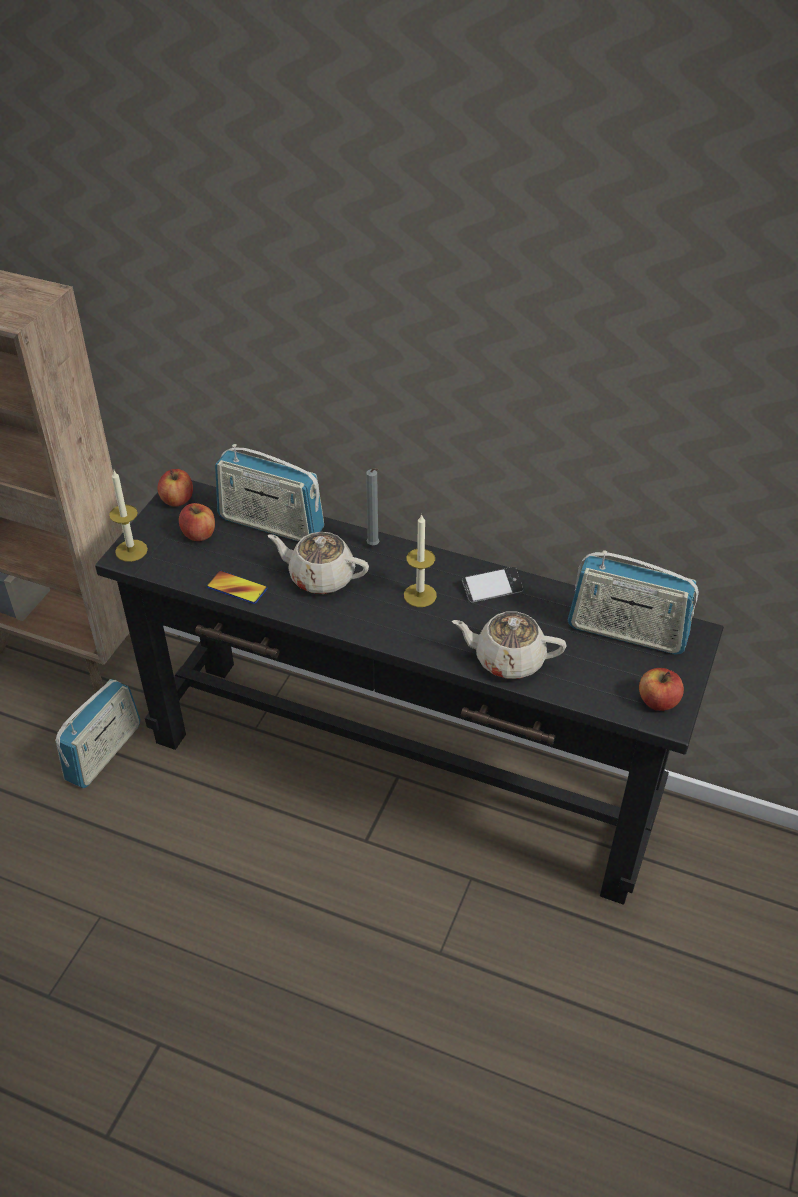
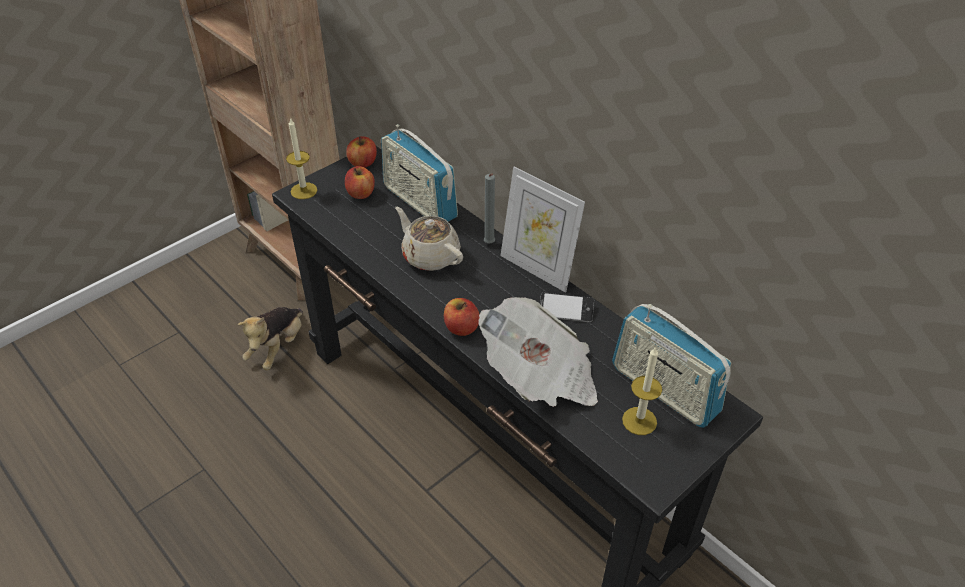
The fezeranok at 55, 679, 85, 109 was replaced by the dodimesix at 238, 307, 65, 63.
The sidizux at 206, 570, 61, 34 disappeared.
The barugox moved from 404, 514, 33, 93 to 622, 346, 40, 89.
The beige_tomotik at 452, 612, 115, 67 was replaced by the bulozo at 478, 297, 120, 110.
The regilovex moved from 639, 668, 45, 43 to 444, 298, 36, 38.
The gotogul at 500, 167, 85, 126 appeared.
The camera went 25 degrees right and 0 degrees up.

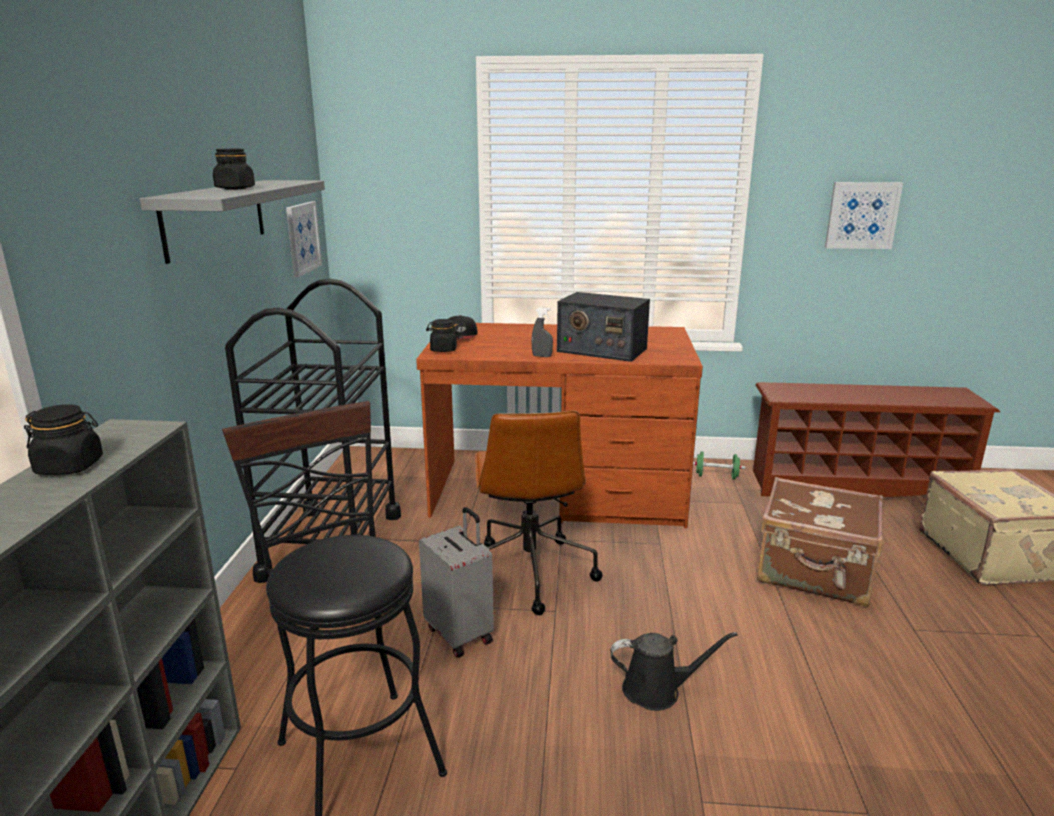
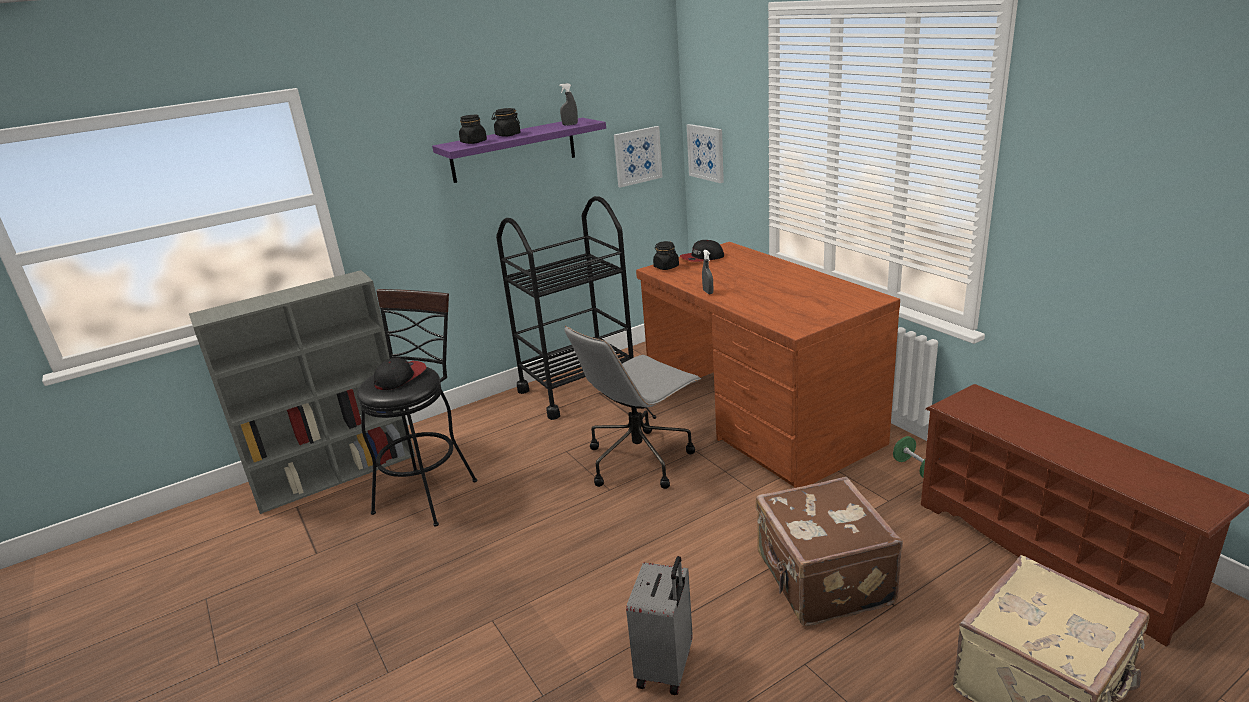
The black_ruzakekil moved from 24, 404, 79, 71 to 459, 115, 28, 29.
The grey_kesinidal at 140, 180, 185, 84 became the purple_kesinidal at 432, 118, 174, 65.
The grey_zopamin moved from 419, 507, 75, 151 to 626, 556, 67, 139.
The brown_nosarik at 475, 411, 128, 204 became the grey_nosarik at 564, 326, 137, 163.
The fezeranok at 557, 292, 93, 70 disappeared.
The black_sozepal at 610, 632, 128, 79 disappeared.
The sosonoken moved from 825, 182, 78, 67 to 687, 124, 37, 59.
The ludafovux at 374, 358, 52, 32 appeared.
The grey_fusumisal at 559, 83, 19, 43 appeared.
The camera went 55 degrees right and 5 degrees up.

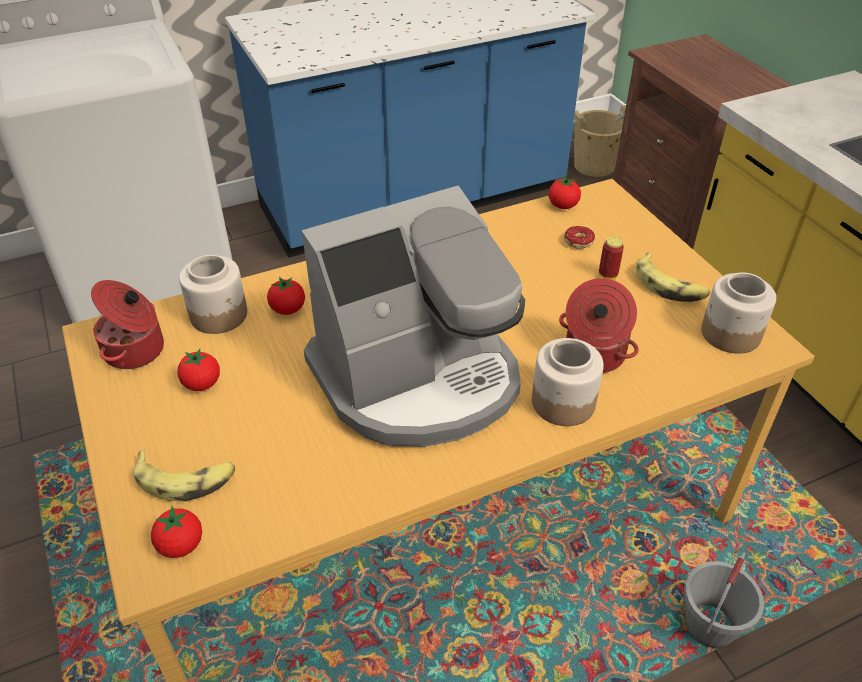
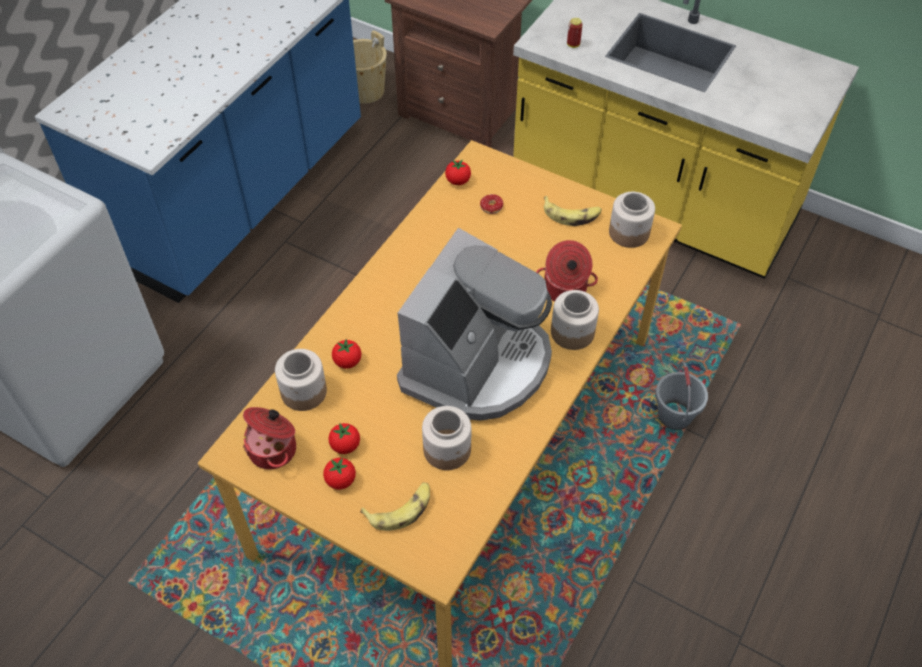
The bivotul moved from 151, 506, 51, 52 to 323, 458, 33, 31.
The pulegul moved from 599, 237, 25, 43 to 567, 18, 16, 30.
The ruzakekil at 422, 406, 49, 64 appeared.
The camera went 35 degrees left and 10 degrees up.

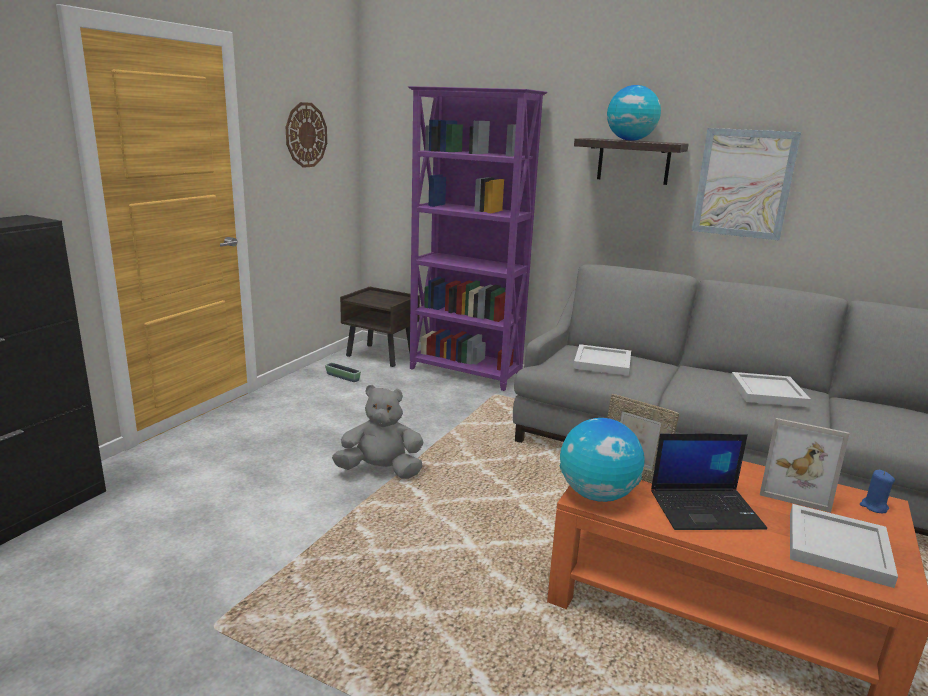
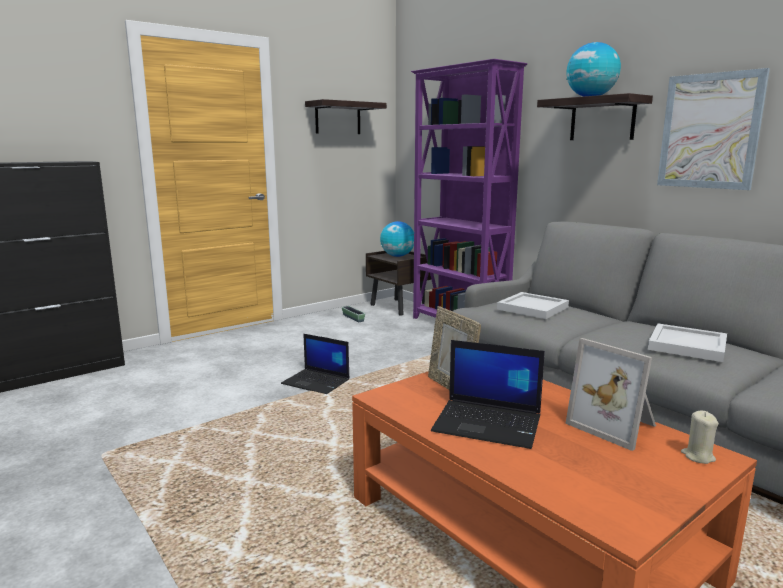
The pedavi at 286, 102, 41, 66 was replaced by the kesinidal at 305, 99, 82, 35.
The grey_dodimesix at 332, 385, 91, 94 was replaced by the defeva at 281, 334, 68, 60.
The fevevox moved from 560, 418, 85, 84 to 380, 221, 34, 36.
The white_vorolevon at 790, 504, 108, 84 disappeared.
The blue_barugox at 860, 470, 35, 43 became the beige_barugox at 681, 411, 38, 53.
The camera went 25 degrees right and 5 degrees down.

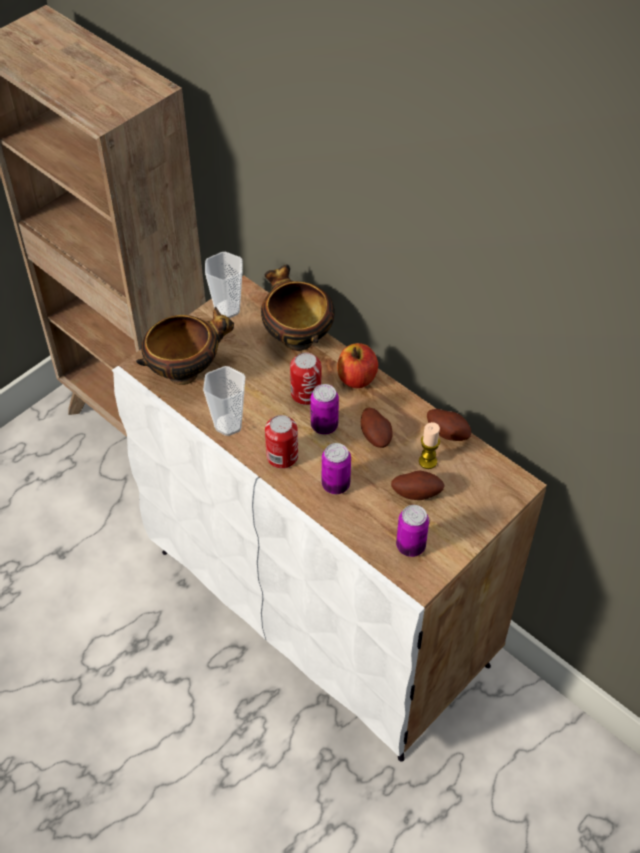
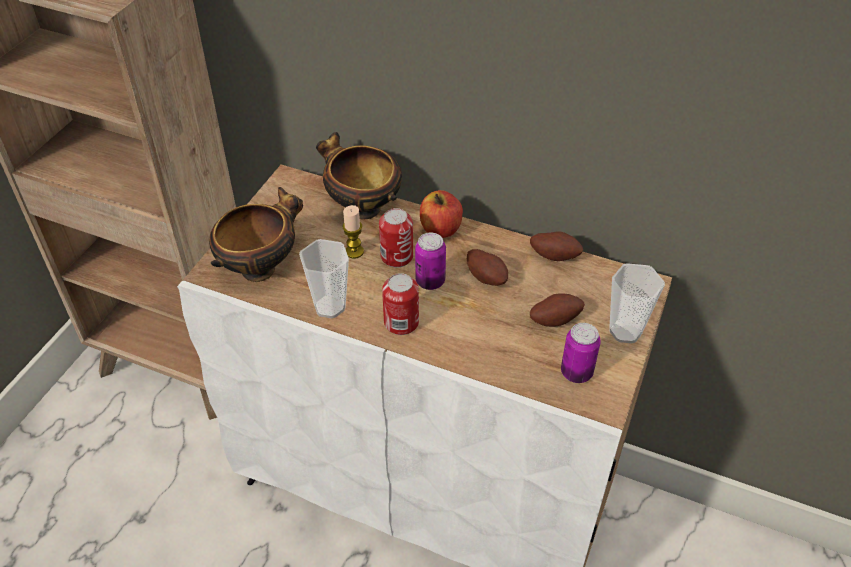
The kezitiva moved from 205, 252, 38, 66 to 609, 263, 56, 80.
The pulegul at 322, 443, 29, 51 disappeared.
The barugox moved from 419, 422, 21, 47 to 343, 205, 21, 54.
The camera went 20 degrees left and 5 degrees down.

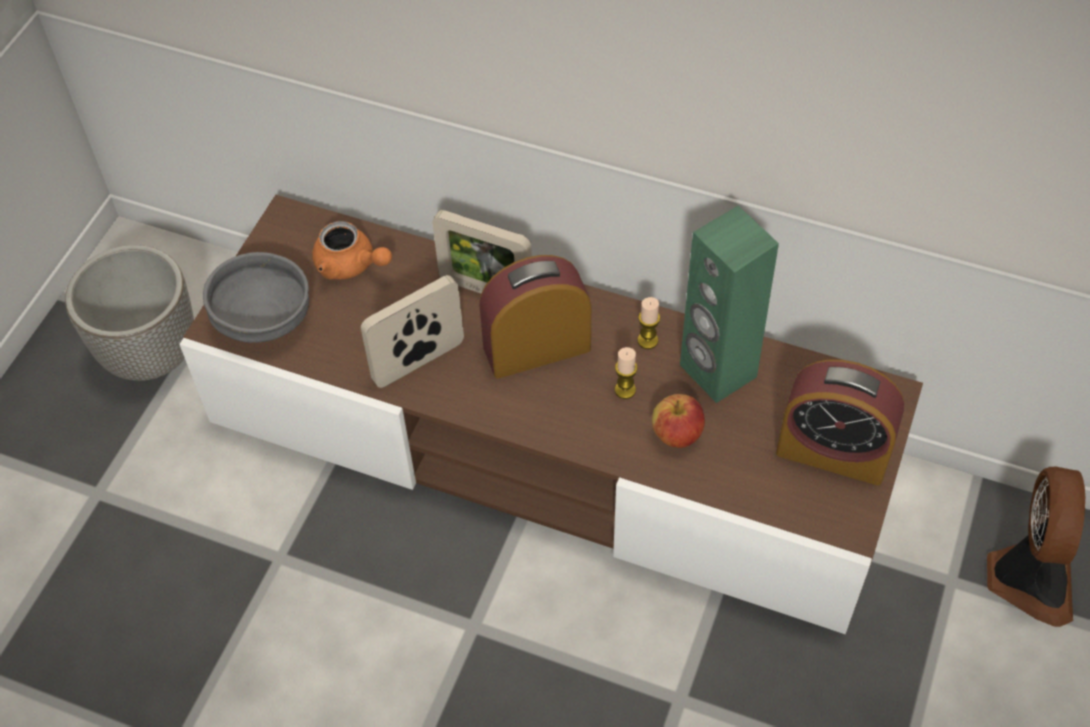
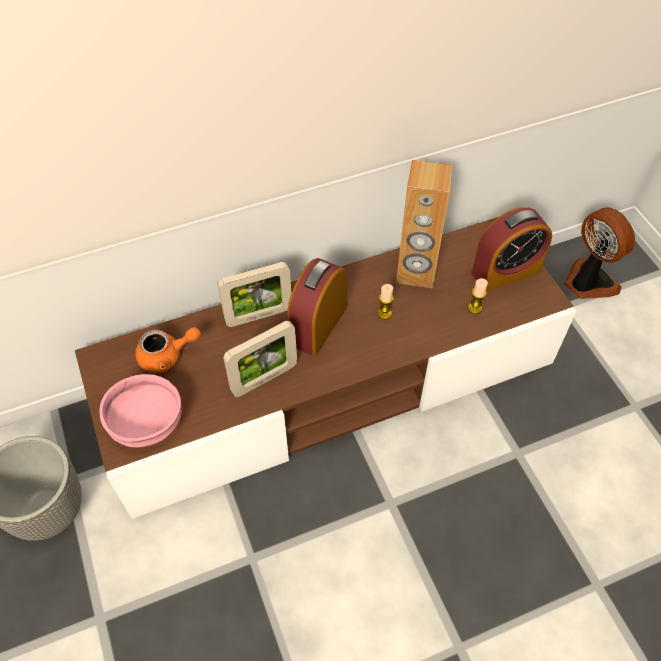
The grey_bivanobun at 203, 252, 106, 91 became the pink_bivanobun at 99, 374, 83, 74.
The gotogul at 361, 275, 103, 113 turned 135 degrees counterclockwise.
The barugox moved from 637, 297, 23, 52 to 468, 278, 20, 36.
The regilovex at 652, 394, 53, 54 disappeared.
The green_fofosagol at 680, 206, 99, 197 became the brown_fofosagol at 396, 160, 56, 128.
The camera went 45 degrees left and 0 degrees up.

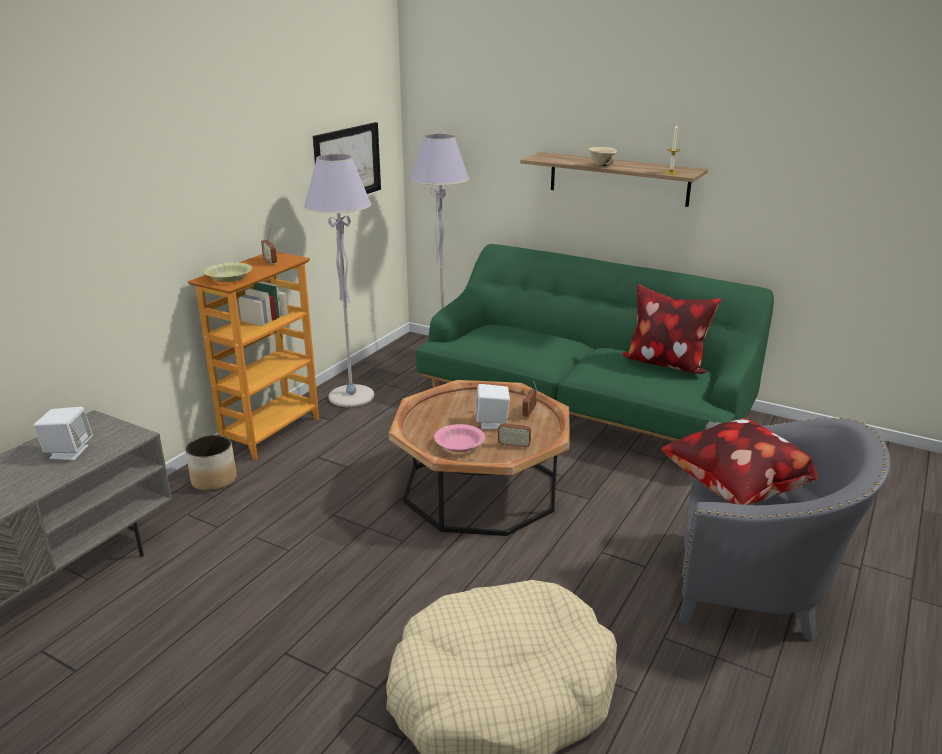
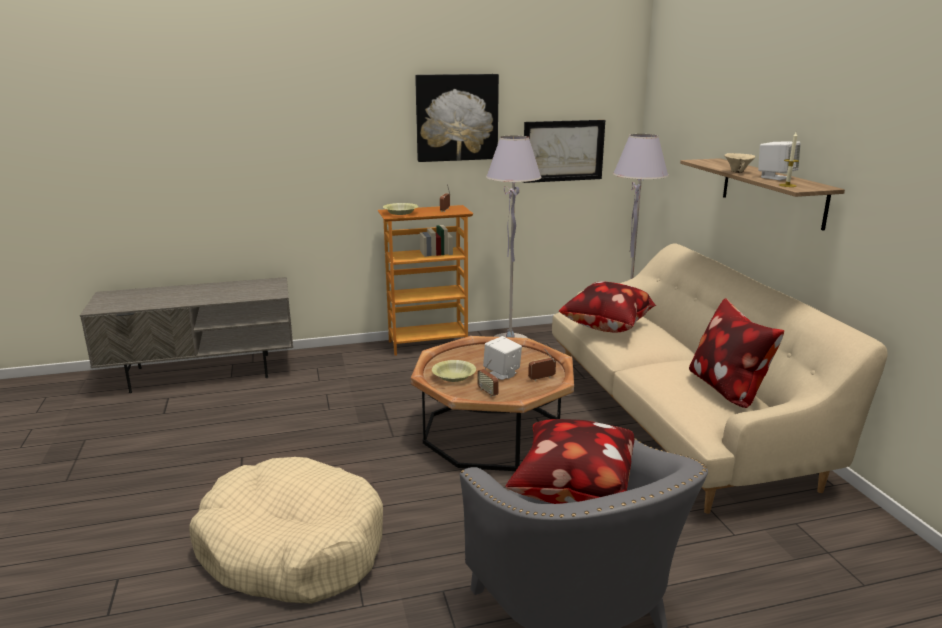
The white_fofosagol moved from 34, 407, 59, 53 to 758, 141, 43, 39.
The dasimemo at 186, 435, 51, 56 disappeared.
The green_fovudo at 416, 244, 358, 197 became the beige_fovudo at 552, 244, 336, 270.
The pink_bivanobun at 434, 424, 51, 28 became the yellow_bivanobun at 432, 360, 44, 22.
The sosonoken at 415, 74, 84, 88 appeared.
The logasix at 559, 281, 97, 51 appeared.
The camera went 45 degrees right and 5 degrees down.

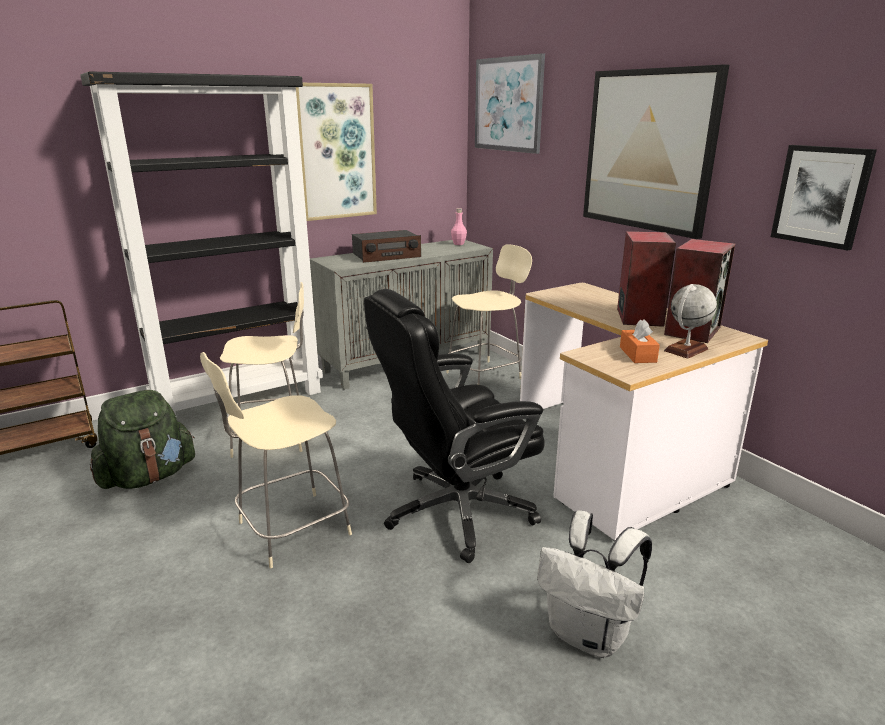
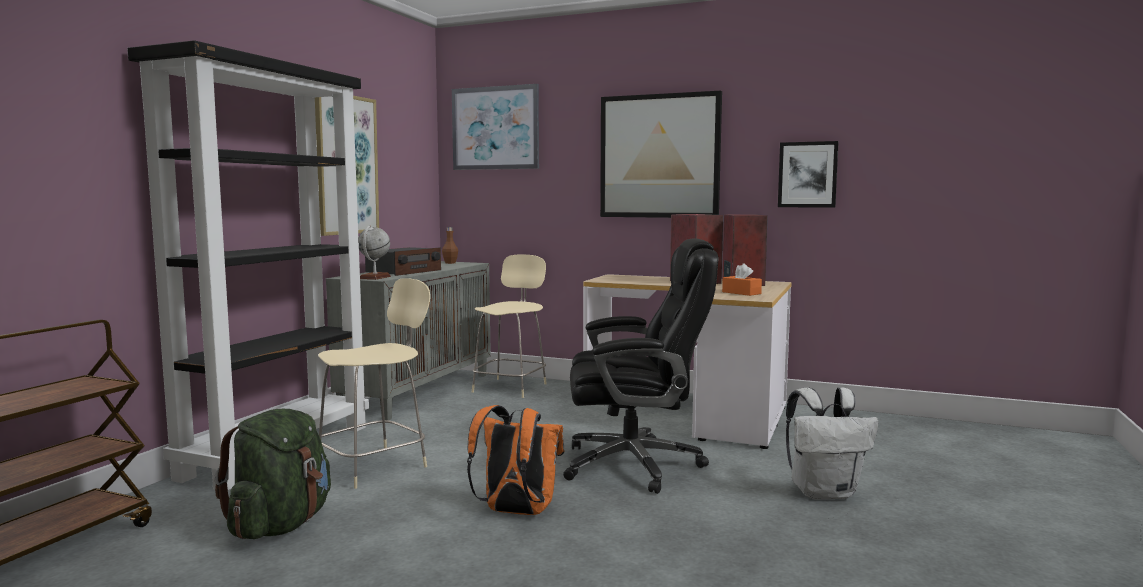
The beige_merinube at 200, 352, 152, 217 was replaced by the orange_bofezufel at 467, 405, 97, 110.
The black_nosarik at 364, 289, 181, 274 turned 120 degrees counterclockwise.
The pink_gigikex at 451, 208, 16, 37 became the brown_gigikex at 442, 227, 16, 37.
The fevevox moved from 664, 284, 53, 75 to 358, 225, 33, 55.
The camera went 35 degrees left and 15 degrees down.

